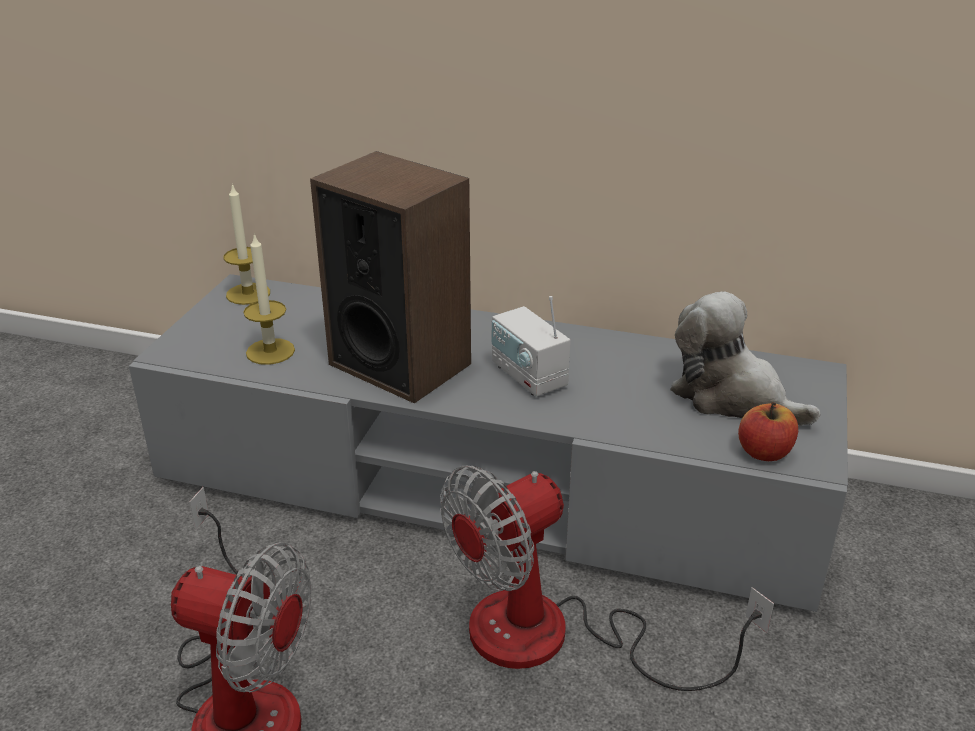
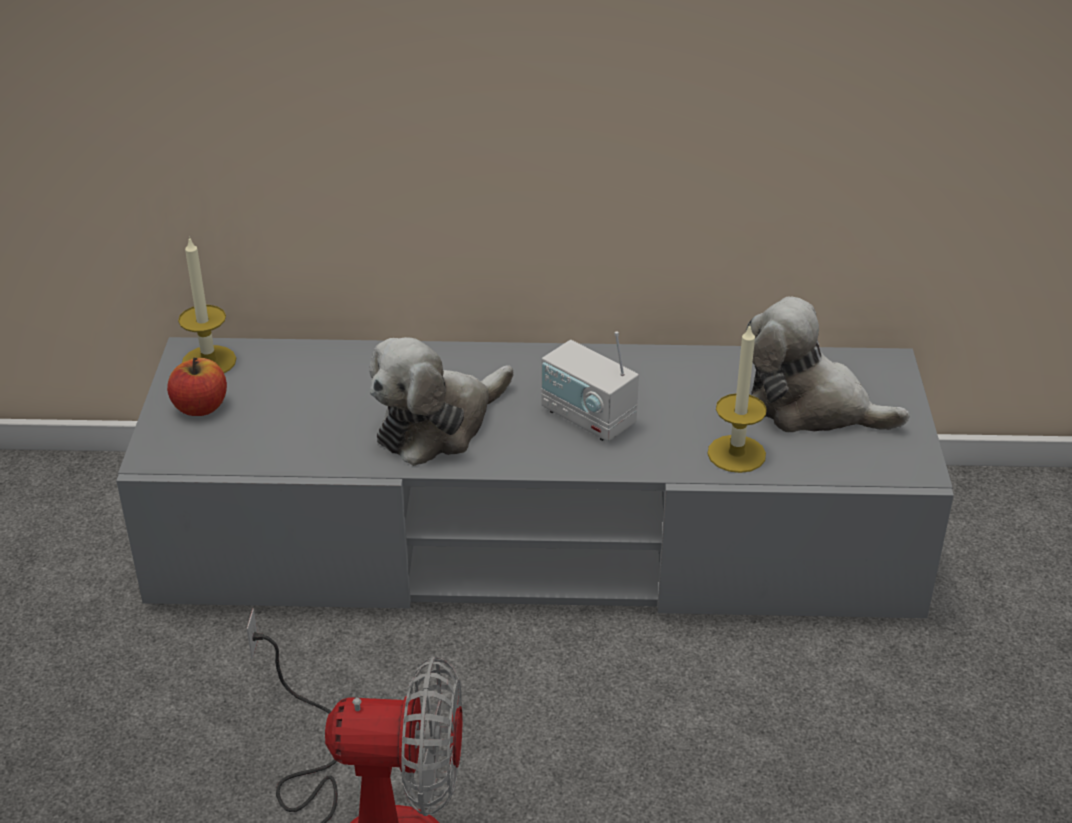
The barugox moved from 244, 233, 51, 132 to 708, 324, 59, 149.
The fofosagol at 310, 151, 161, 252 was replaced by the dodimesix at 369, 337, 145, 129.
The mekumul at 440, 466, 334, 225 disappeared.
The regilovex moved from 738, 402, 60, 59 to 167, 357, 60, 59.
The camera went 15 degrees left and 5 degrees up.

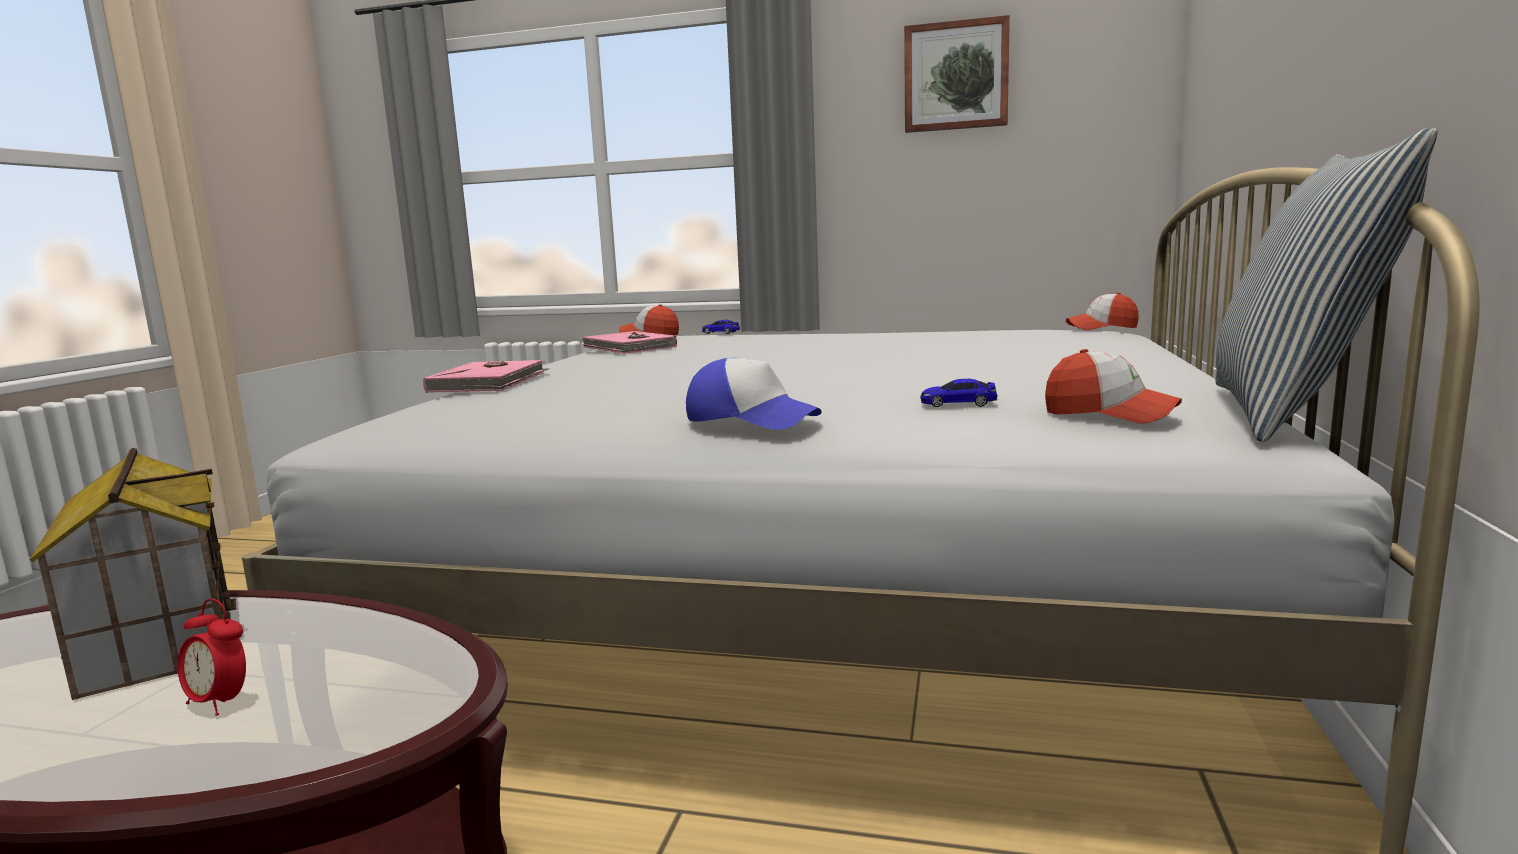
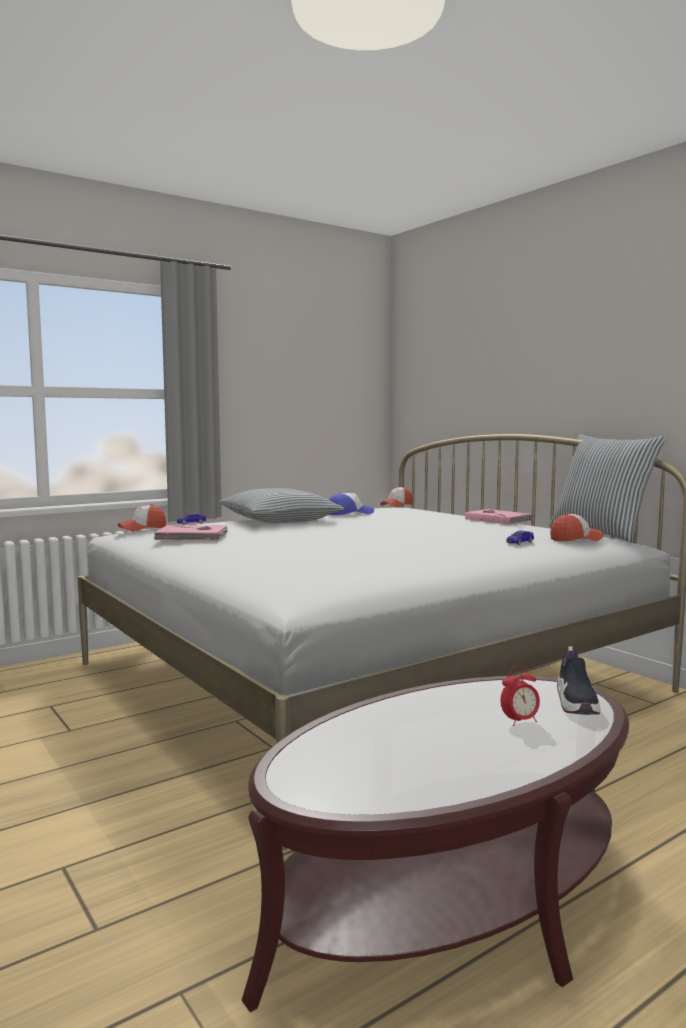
The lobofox at 29, 448, 207, 252 disappeared.
The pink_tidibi moved from 423, 360, 127, 33 to 465, 509, 67, 16.
The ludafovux moved from 686, 358, 136, 72 to 329, 493, 45, 22.
The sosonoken at 904, 15, 106, 118 disappeared.
The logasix at 219, 488, 125, 35 appeared.
The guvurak at 557, 646, 44, 69 appeared.
The camera went 50 degrees left and 5 degrees down.

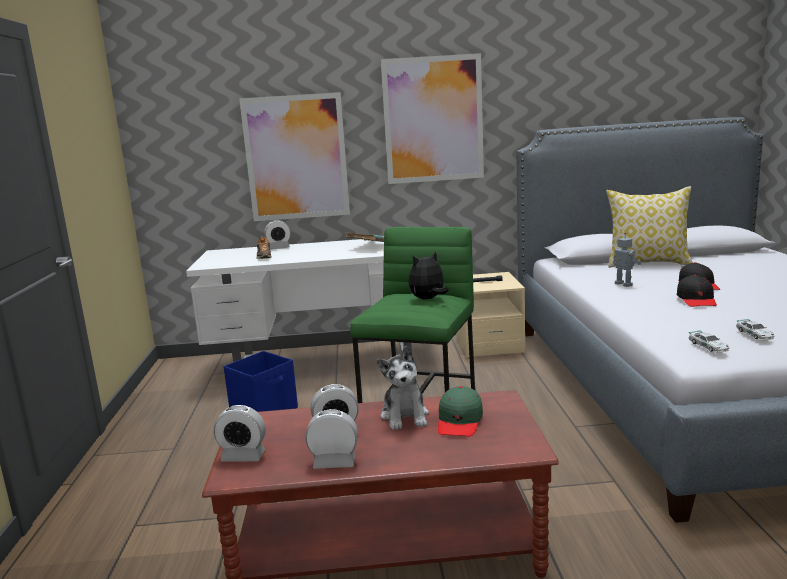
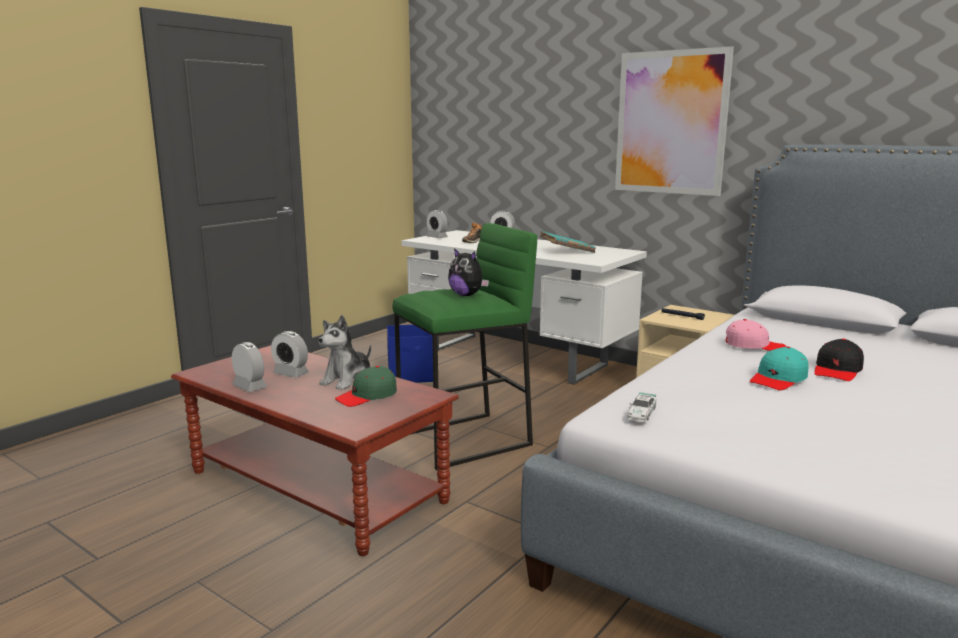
The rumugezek moved from 214, 405, 52, 57 to 427, 210, 21, 28.
The sosonoken at 239, 92, 111, 129 disappeared.
The dodimesix at 409, 251, 40, 48 turned 150 degrees counterclockwise.
The logasix at 606, 186, 87, 82 disappeared.
The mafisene at 613, 232, 29, 55 was replaced by the pink_ludafovux at 726, 319, 60, 32.
The black_ludafovux at 677, 275, 40, 32 became the turquoise_ludafovux at 750, 347, 59, 43.
The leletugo at 736, 319, 38, 21 disappeared.
The camera went 40 degrees right and 0 degrees up.

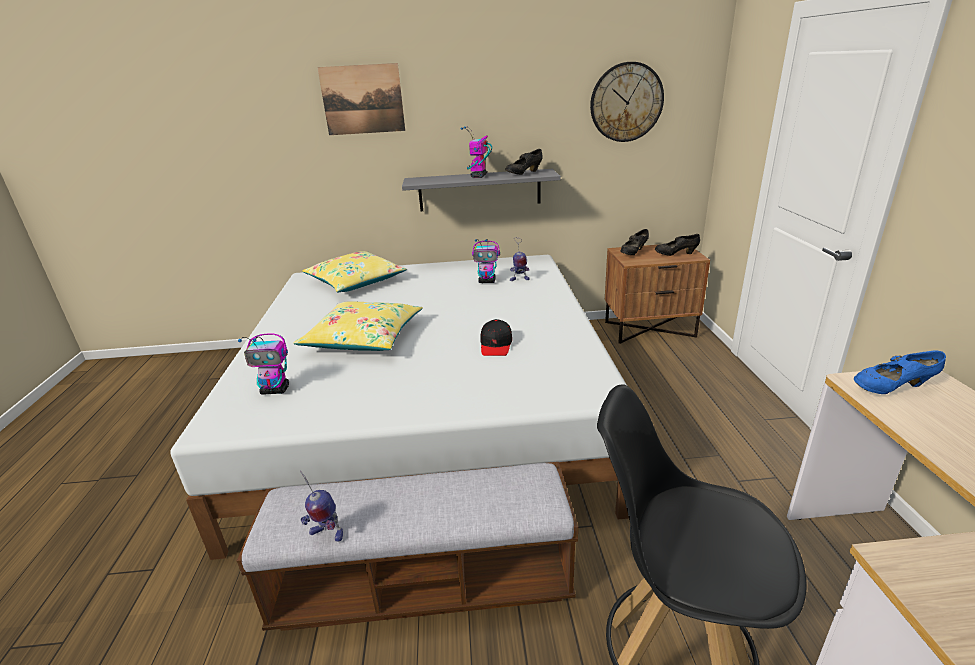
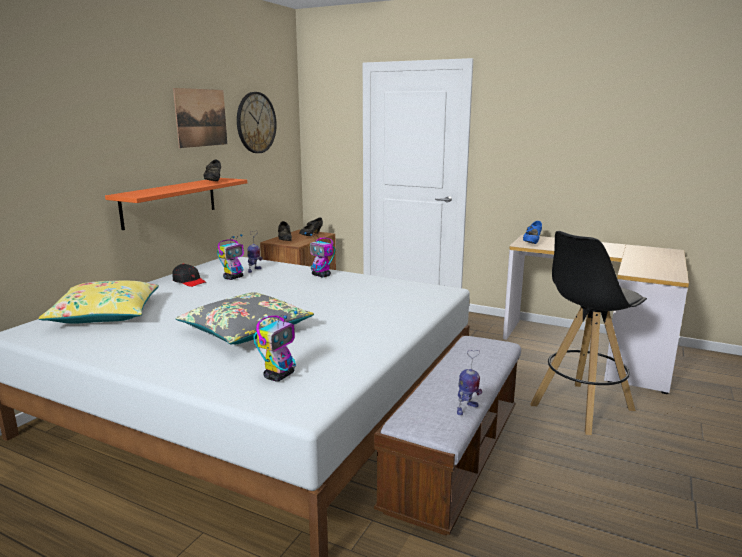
The yellow_logasix at 294, 301, 129, 50 became the grey_logasix at 175, 292, 139, 52.
The sosonoken moved from 317, 63, 88, 72 to 173, 88, 54, 60.
The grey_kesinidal at 402, 169, 159, 42 became the orange_kesinidal at 105, 178, 142, 52.
The mafisene moved from 461, 126, 31, 52 to 304, 232, 31, 46.
The black_ludafovux moved from 480, 319, 32, 37 to 172, 264, 34, 23.
The camera went 60 degrees left and 10 degrees down.

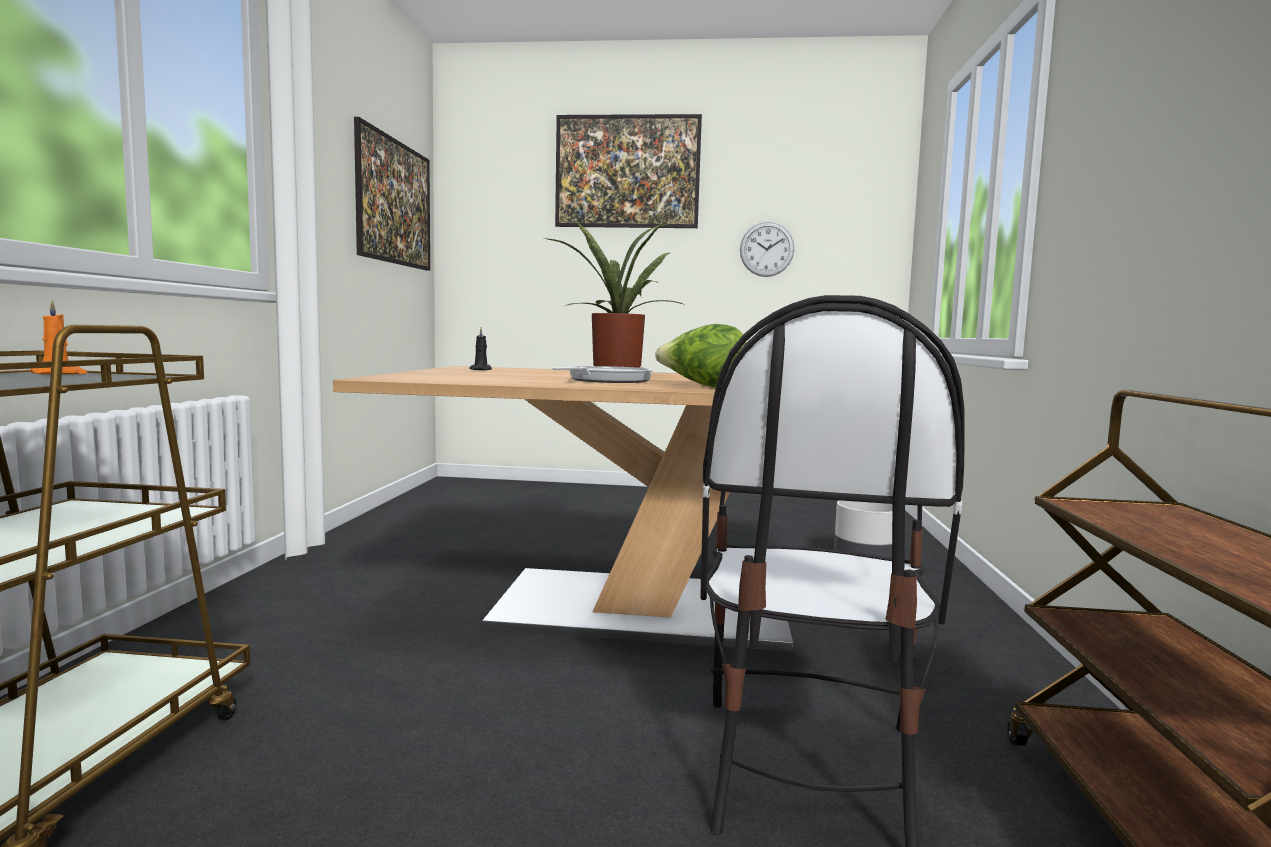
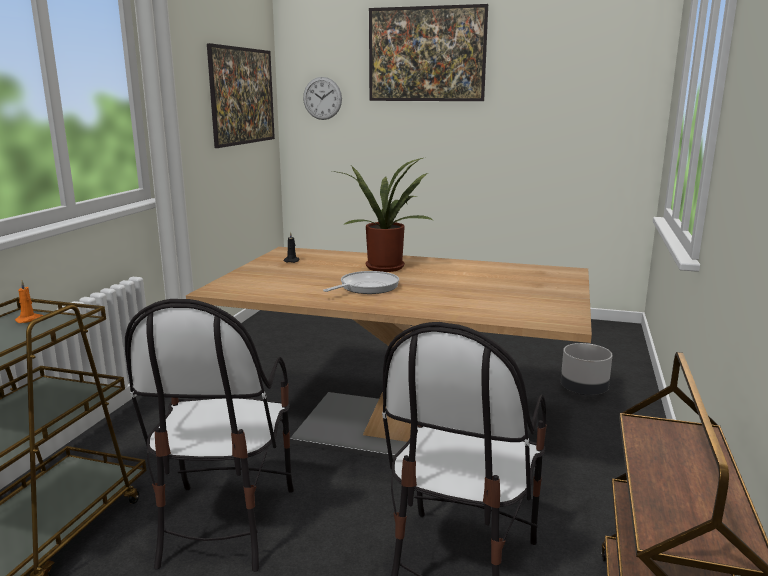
The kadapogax at 655, 324, 91, 63 disappeared.
The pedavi moved from 740, 222, 54, 55 to 303, 77, 39, 43.
The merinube at 125, 299, 169, 273 appeared.
The camera went 10 degrees right and 10 degrees up.

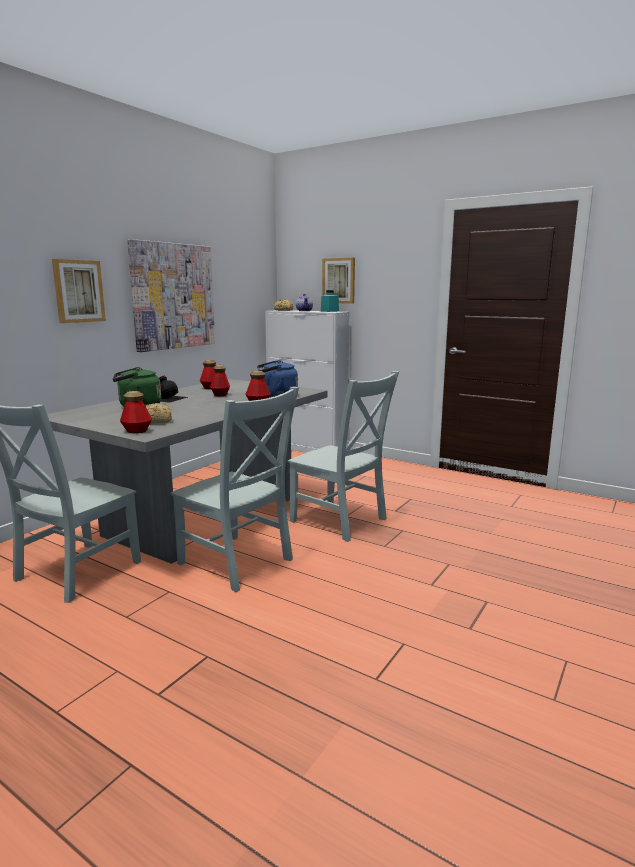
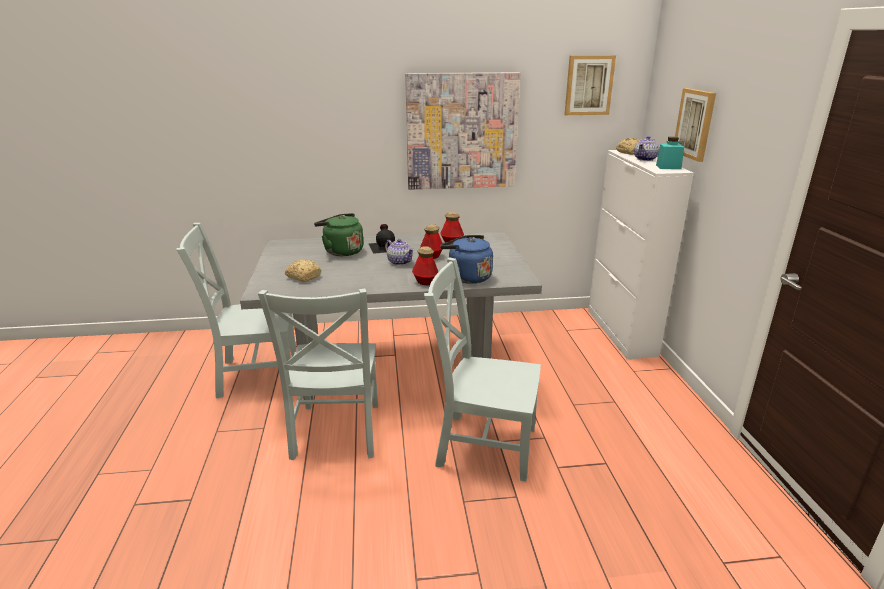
The sosonoken moved from 52, 259, 54, 64 to 564, 55, 52, 60.
The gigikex at 120, 391, 32, 42 disappeared.
The grey_merinube at 288, 371, 111, 171 turned 105 degrees clockwise.
The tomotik at 385, 239, 29, 27 appeared.
The camera went 50 degrees right and 10 degrees up.

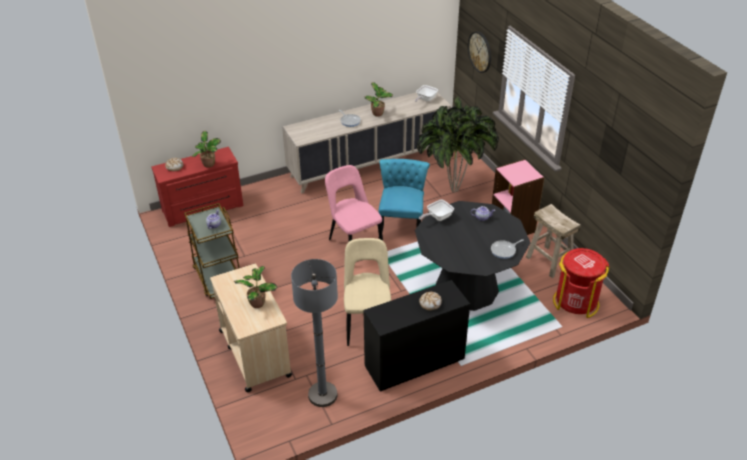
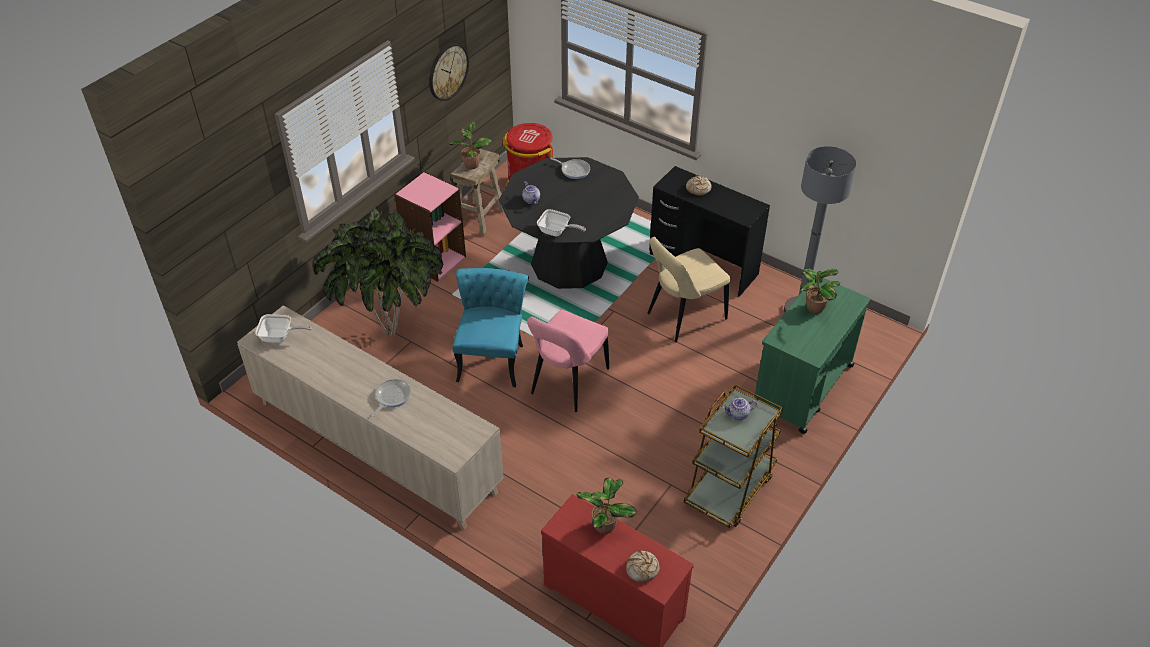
The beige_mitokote at 210, 263, 82, 129 became the green_mitokote at 754, 278, 116, 156.
The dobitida moved from 365, 82, 28, 34 to 449, 121, 43, 48.
The turquoise_merinube at 378, 159, 52, 73 turned 120 degrees clockwise.
The pedavi moved from 468, 31, 23, 42 to 429, 43, 40, 58.
The camera went 120 degrees left and 5 degrees up.

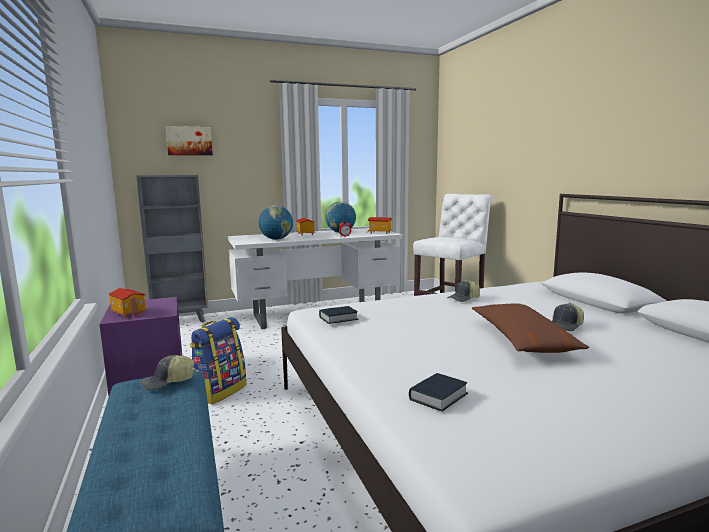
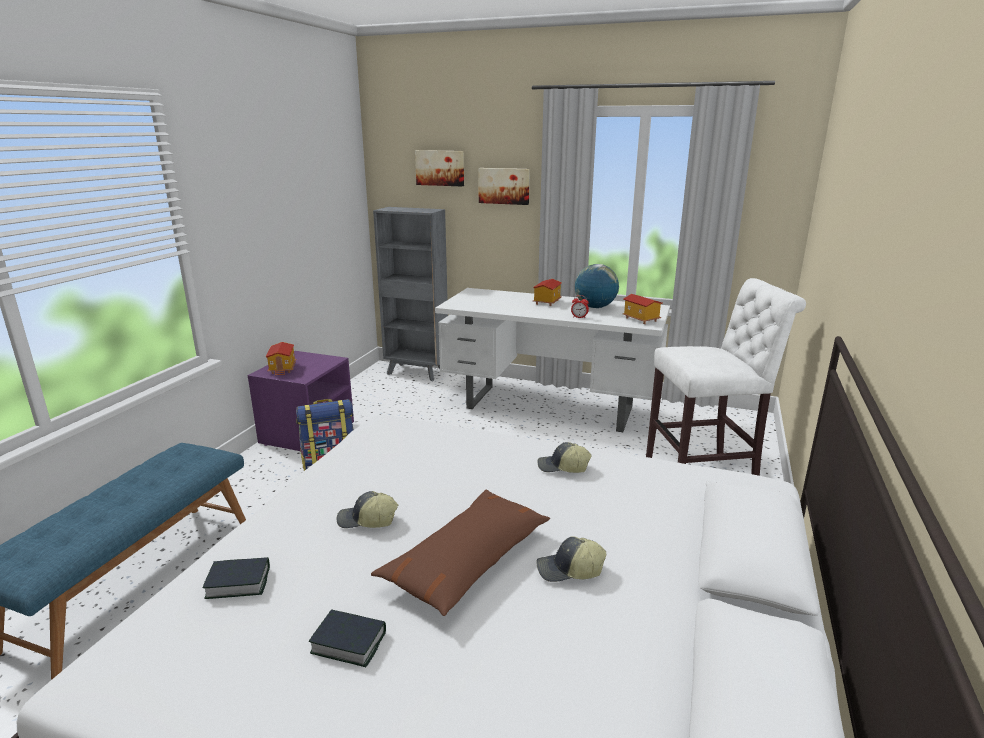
The ludafovux moved from 140, 355, 54, 36 to 337, 491, 61, 37.
The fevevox at 259, 205, 34, 35 disappeared.
The tidibi moved from 319, 306, 40, 18 to 309, 609, 77, 58.
The sosonoken at 478, 168, 52, 37 appeared.
The camera went 40 degrees right and 10 degrees up.

